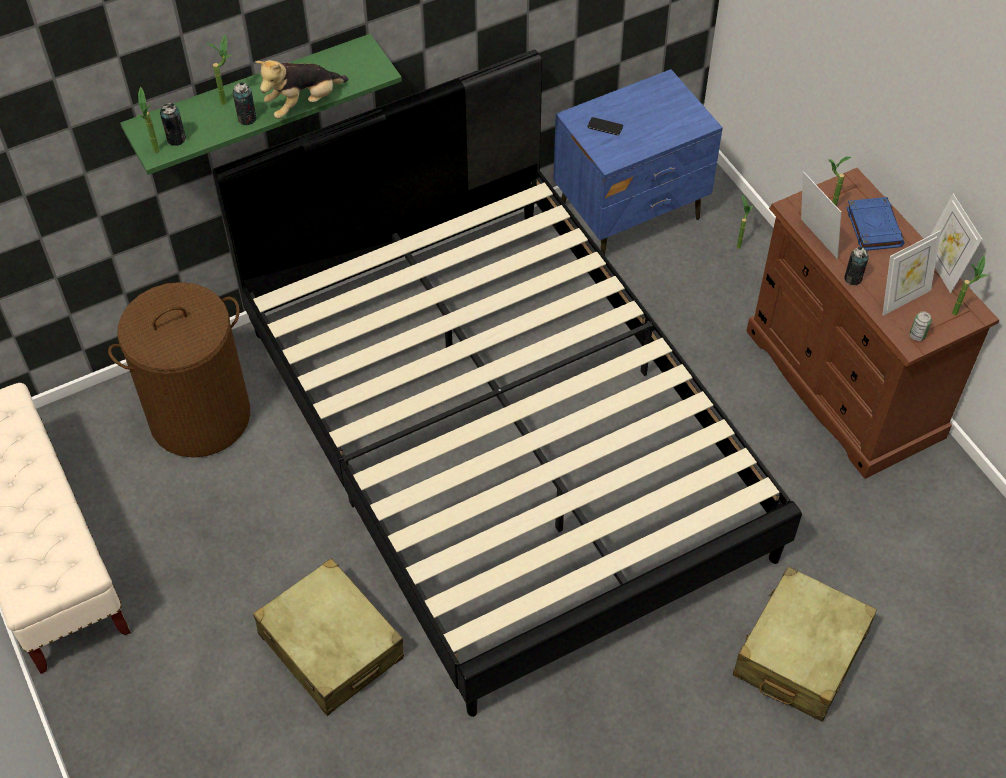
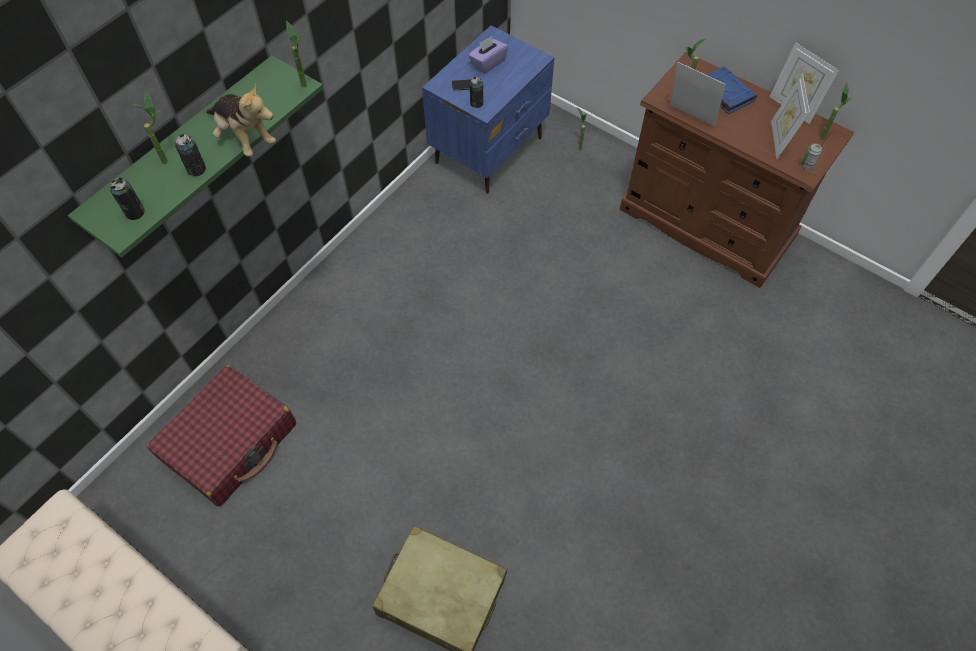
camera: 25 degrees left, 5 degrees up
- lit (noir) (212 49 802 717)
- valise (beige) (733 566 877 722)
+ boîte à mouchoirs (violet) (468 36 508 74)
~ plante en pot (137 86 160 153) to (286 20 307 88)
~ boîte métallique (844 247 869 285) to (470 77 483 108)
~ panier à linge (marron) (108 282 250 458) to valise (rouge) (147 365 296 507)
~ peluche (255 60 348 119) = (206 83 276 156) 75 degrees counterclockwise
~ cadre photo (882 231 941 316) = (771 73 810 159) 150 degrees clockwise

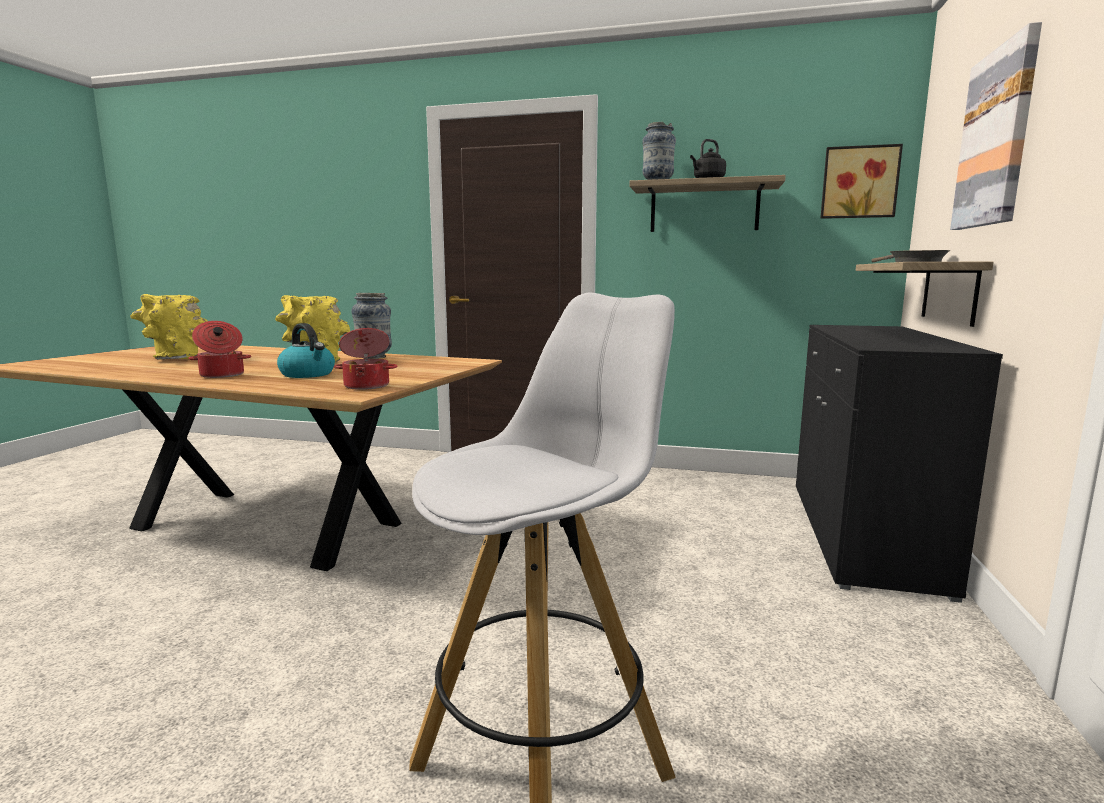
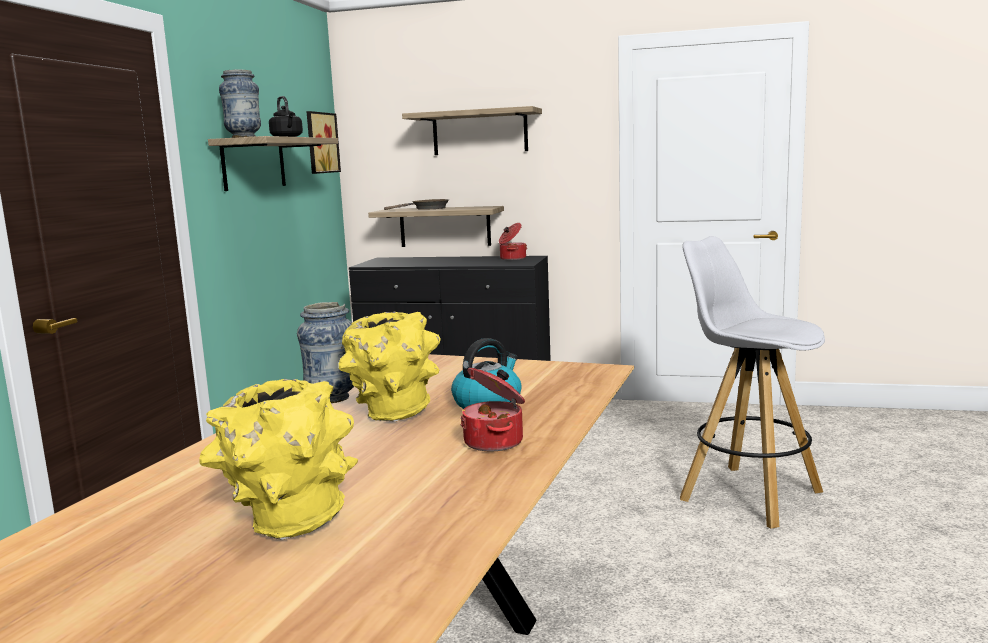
camera: 90 degrees left, 0 degrees up
~ marmite (334 328 397 390) to (499 223 527 260)
~ tableau (950 22 1042 230) to étagère (402 106 542 155)

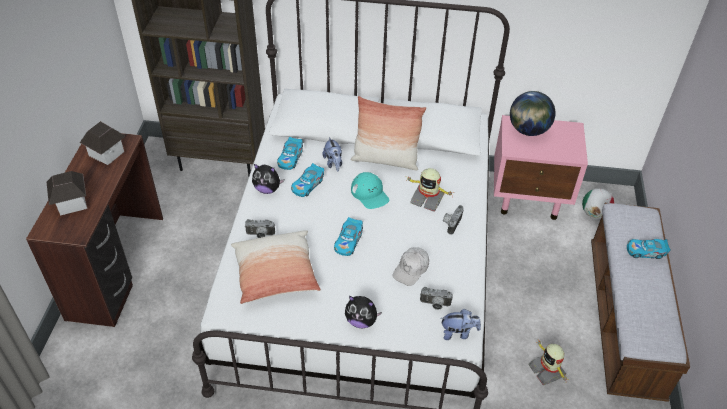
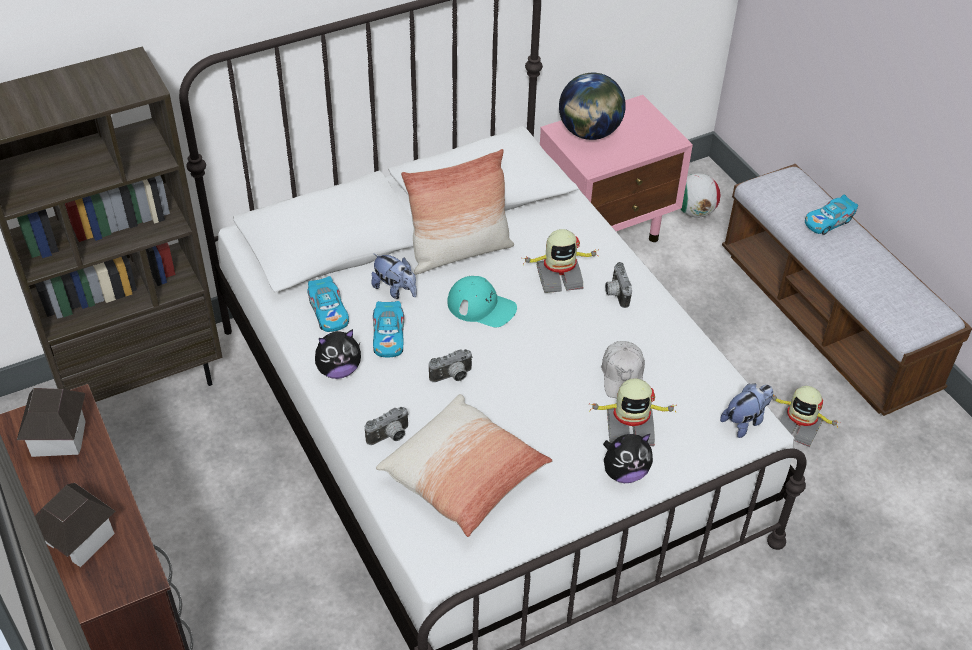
camera: 35 degrees left, 0 degrees up
- petite voiture (334 217 363 256)
+ robot jouet (589 378 676 446)
~ appareil photo (420 287 453 310) to (429 349 473 382)

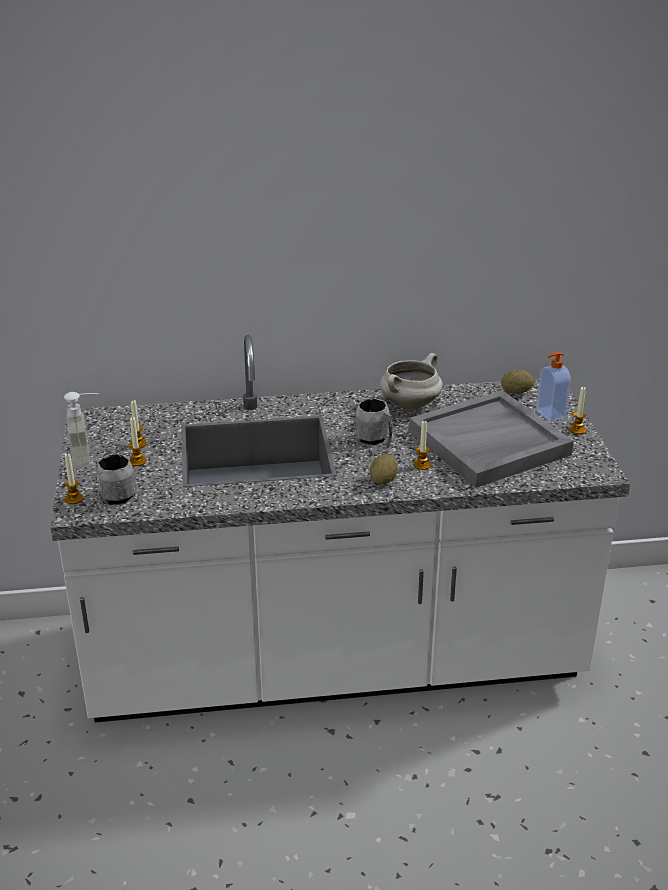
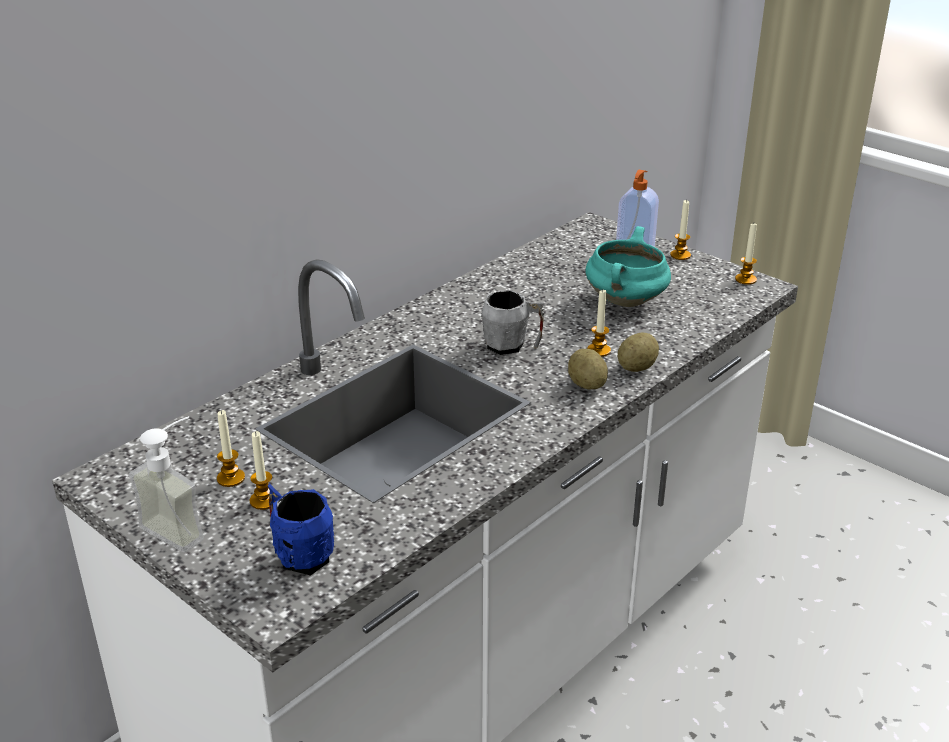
camera: 40 degrees left, 0 degrees up
- marmite (blanc) (380 353 443 410)
~ bougie (65 454 84 504) to (735 223 757 285)
~ pomme de terre (501 370 534 394) to (618 333 659 372)
~ plateau (gris) (409 390 574 488) to marmite (turquoise) (585 226 671 307)
~ mug (gris) (95 446 136 505) to mug (bleu) (268 484 334 576)

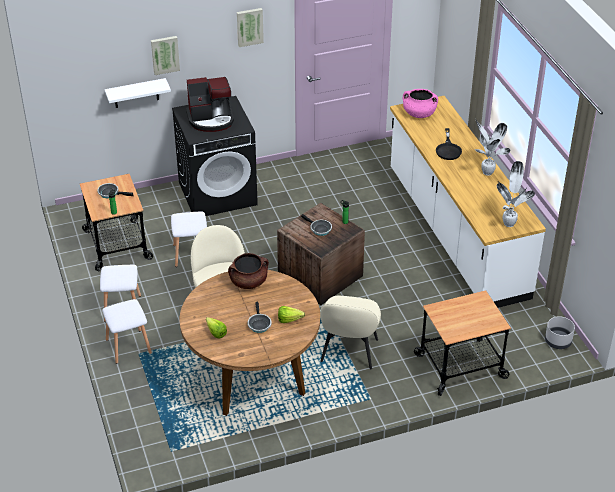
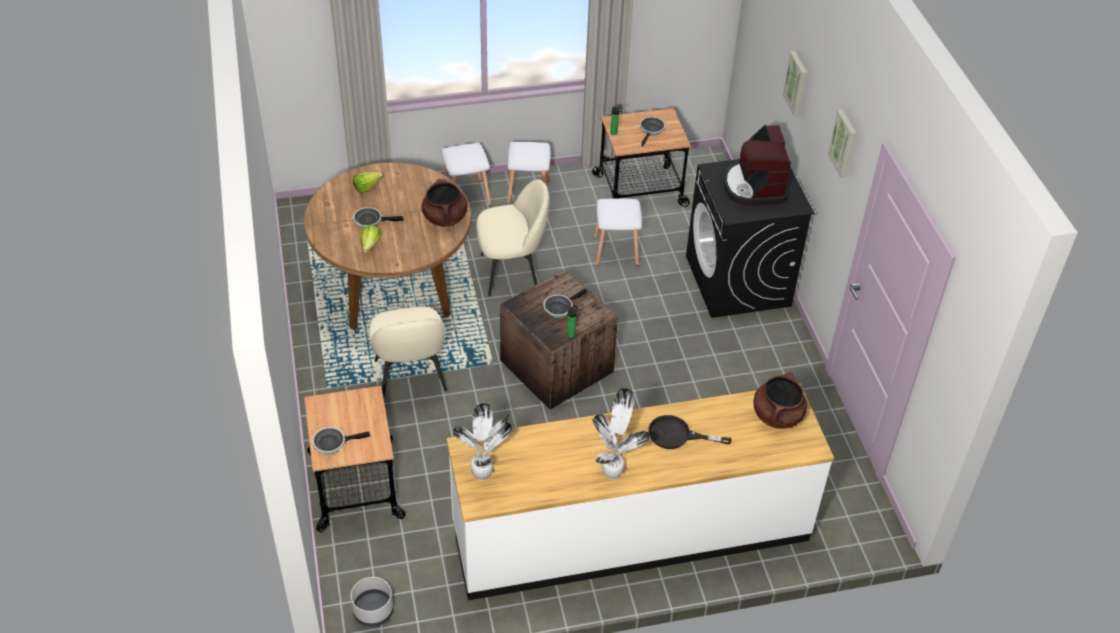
camera: 95 degrees right, 5 degrees up
- étagère (blanc) (105 78 171 108)
+ poêle (312 427 370 454)
~ marmite (rose) (403 89 438 118) to marmite (marron) (754 372 807 429)
~ chaise (beige) (320 296 381 370) = (369 306 447 398) 120 degrees counterclockwise

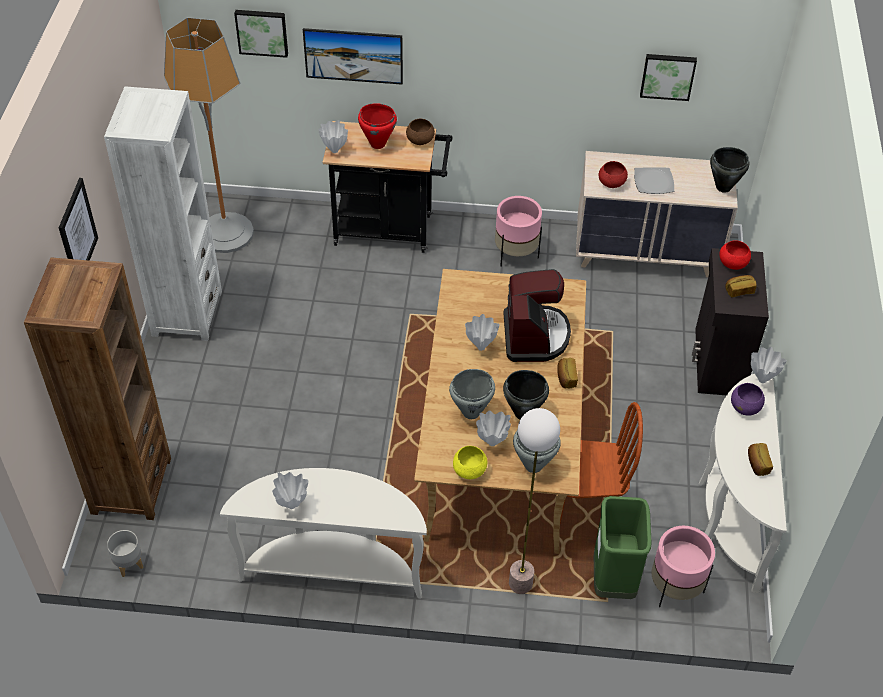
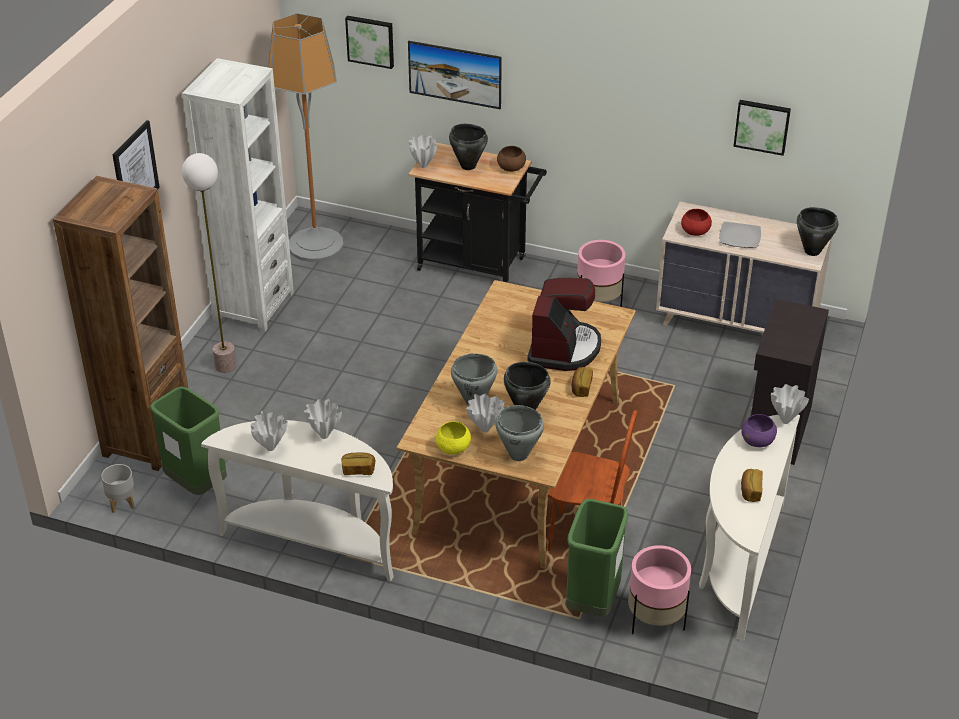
camera: 15 degrees right, 10 degrees down
- bol (rouge) (719 240 751 270)
+ poubelle (vert) (150 386 227 495)
~ vase (blanc) (465 314 500 351) to (304 399 342 439)
~ lampadaire (509 408 560 594) to (182 153 237 373)
~ pain (725 275 757 297) to (341 452 375 475)
~ marmite (rouge) (358 103 397 149) to marmite (noir) (449 124 488 170)

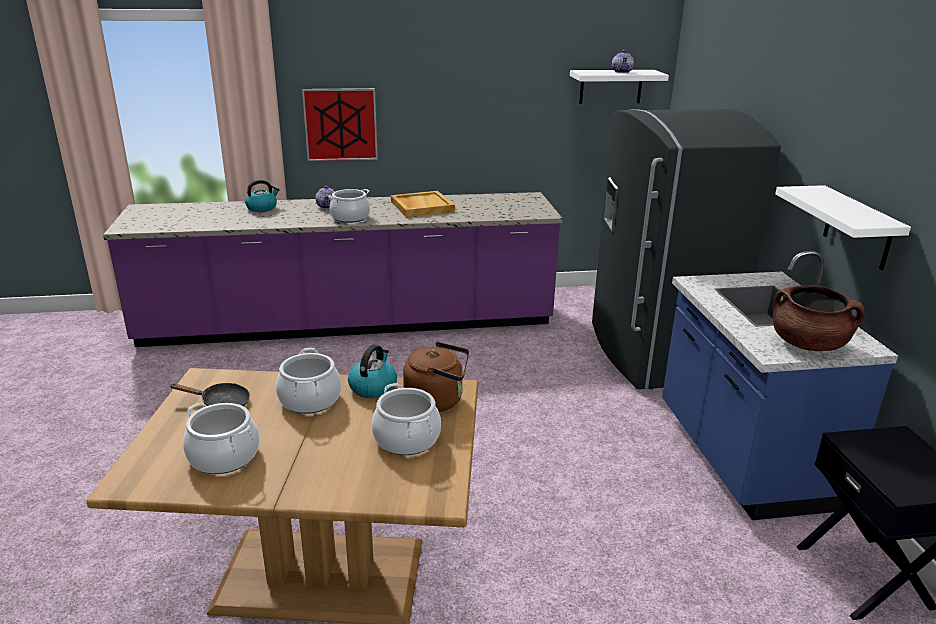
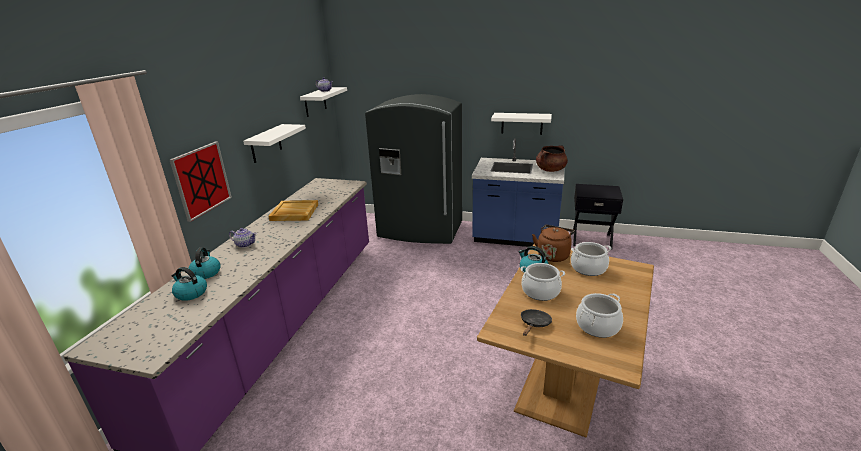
camera: 65 degrees left, 0 degrees up
- marmite (328 189 370 223)
+ bouilloire (171 267 207 301)
+ étagère (blanc) (243 124 306 163)

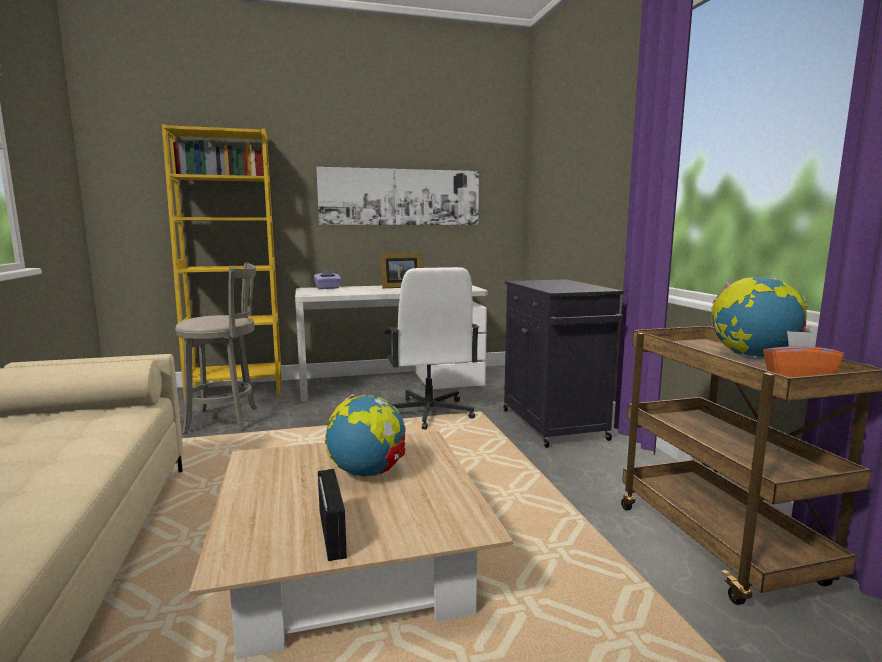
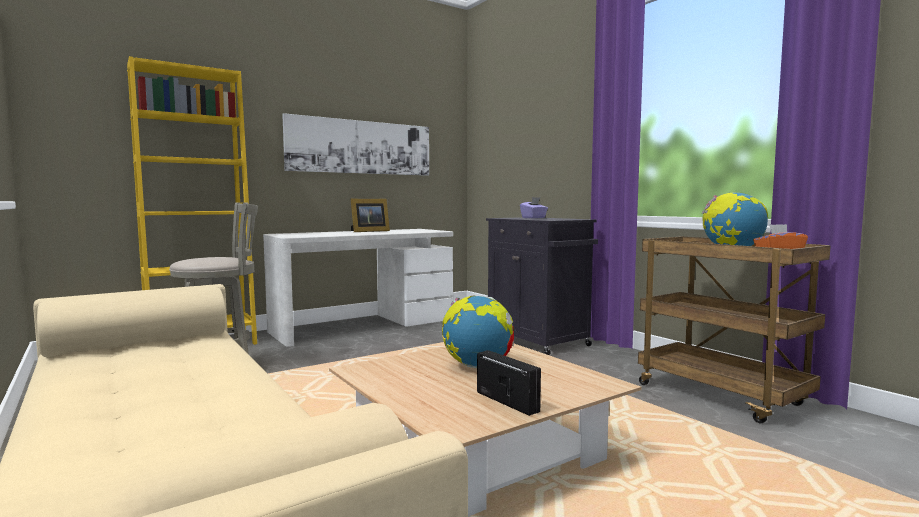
camera: 20 degrees left, 5 degrees down
- chaise de bureau (blanc) (384 267 479 430)
~ boîte à mouchoirs (violet) (314 269 341 289) to (520 197 548 218)

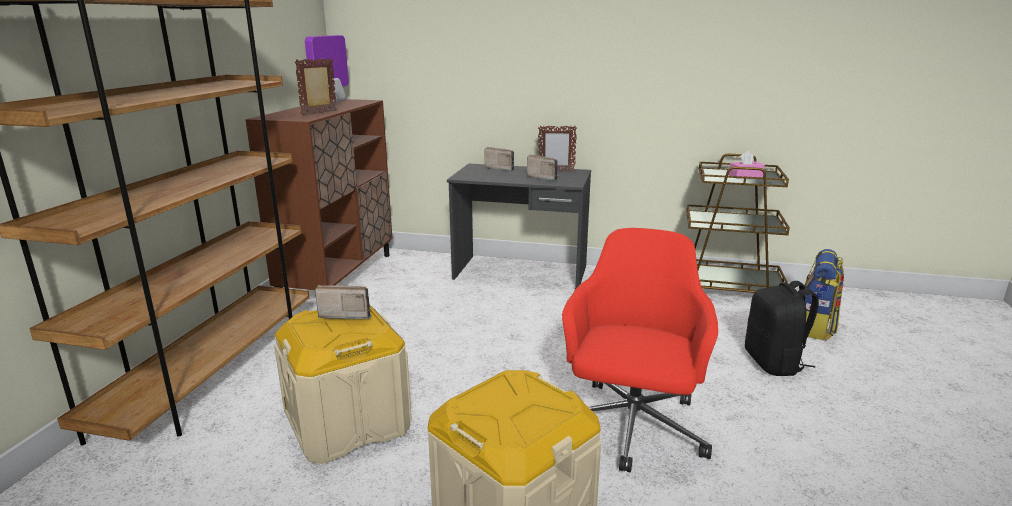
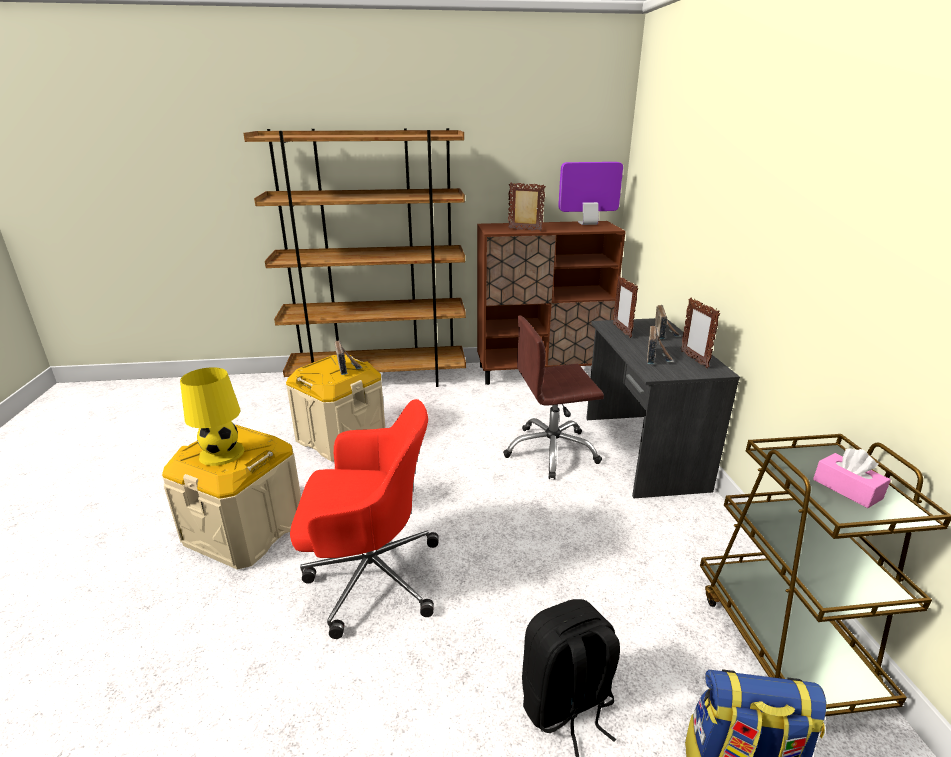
camera: 70 degrees right, 5 degrees up
+ lampe de table (jaune) (180 367 244 466)
+ chaise de bureau (marron) (503 316 604 480)
+ cadre photo (613 276 638 338)

